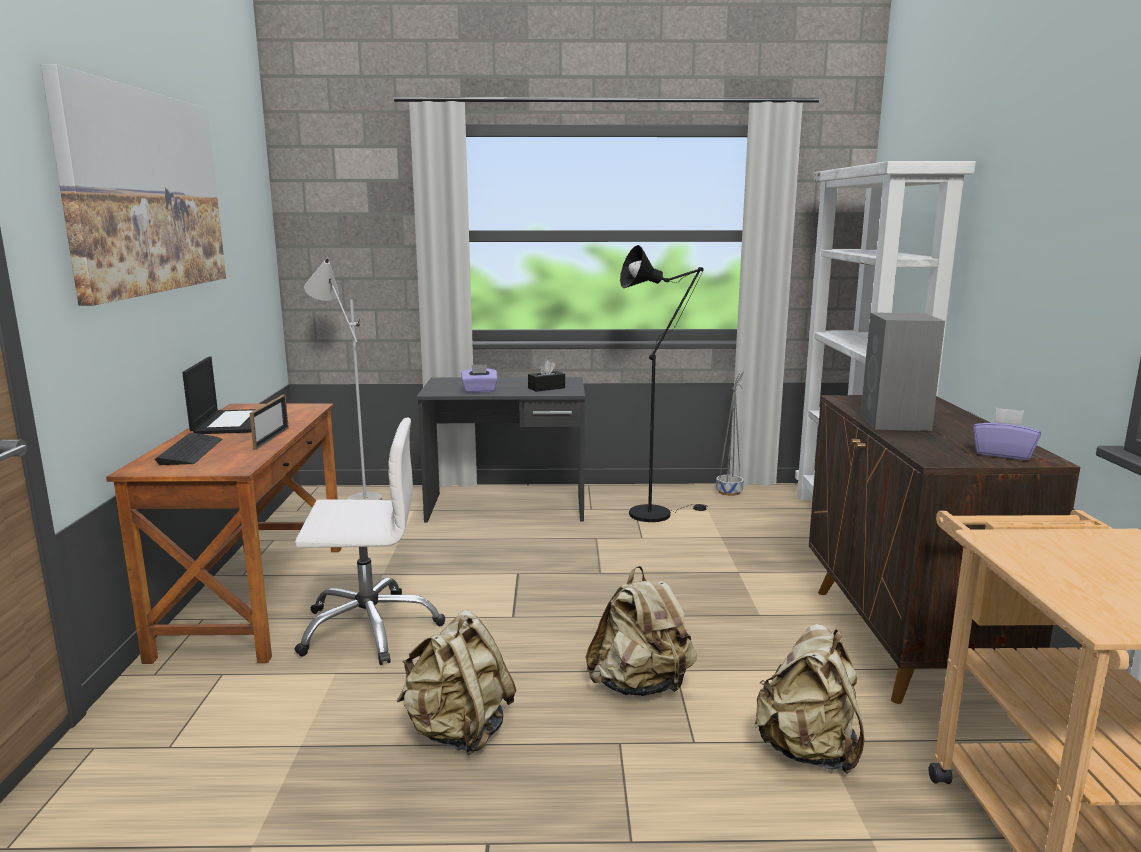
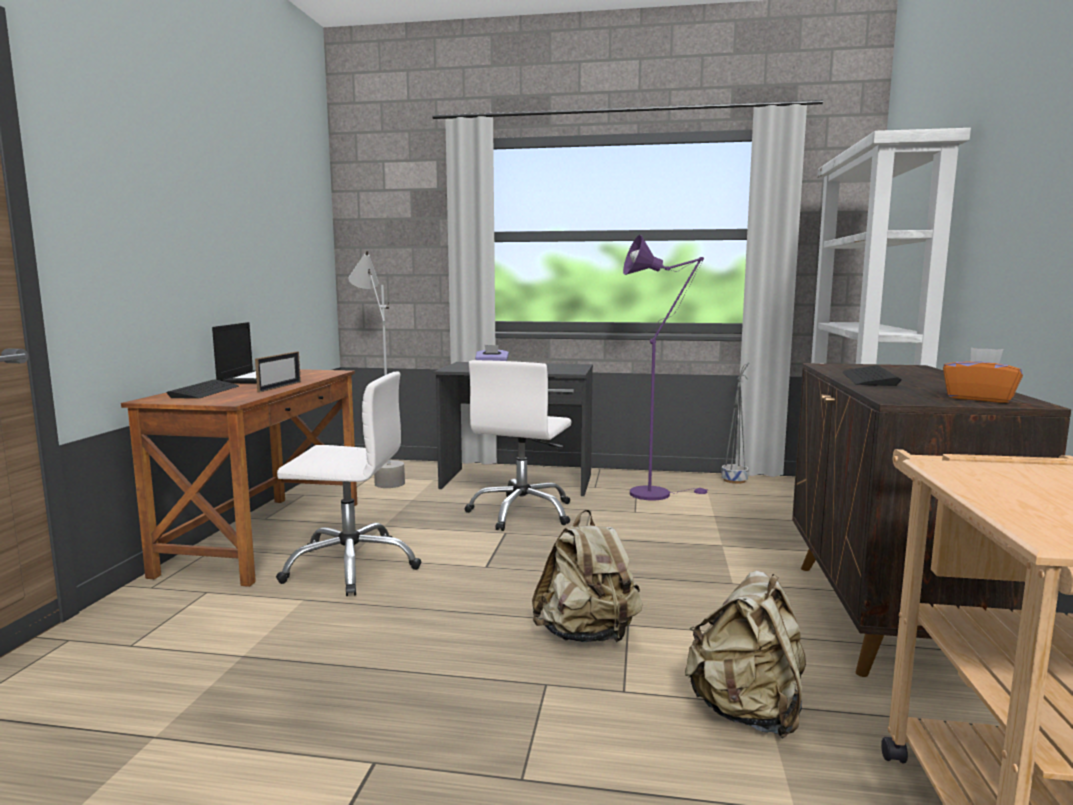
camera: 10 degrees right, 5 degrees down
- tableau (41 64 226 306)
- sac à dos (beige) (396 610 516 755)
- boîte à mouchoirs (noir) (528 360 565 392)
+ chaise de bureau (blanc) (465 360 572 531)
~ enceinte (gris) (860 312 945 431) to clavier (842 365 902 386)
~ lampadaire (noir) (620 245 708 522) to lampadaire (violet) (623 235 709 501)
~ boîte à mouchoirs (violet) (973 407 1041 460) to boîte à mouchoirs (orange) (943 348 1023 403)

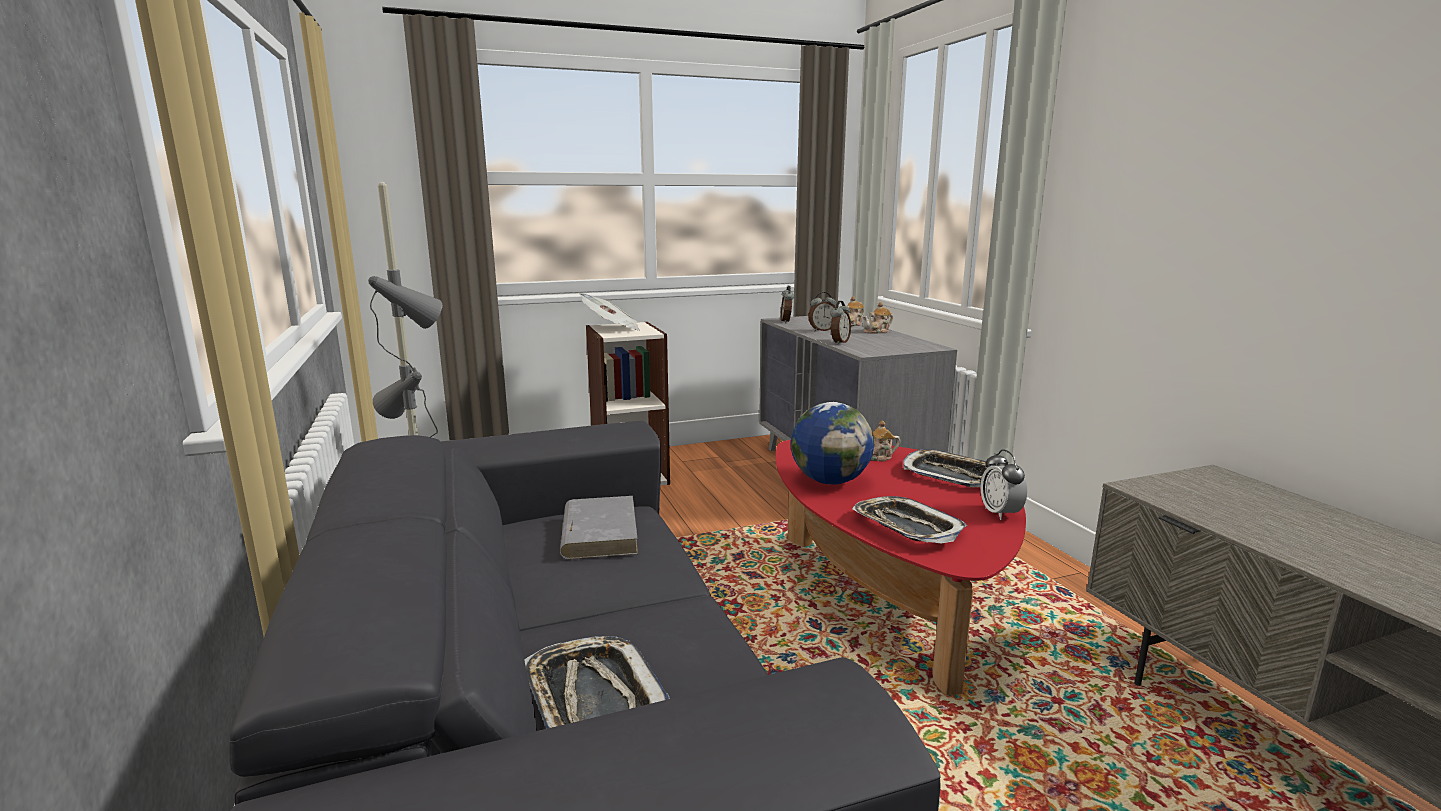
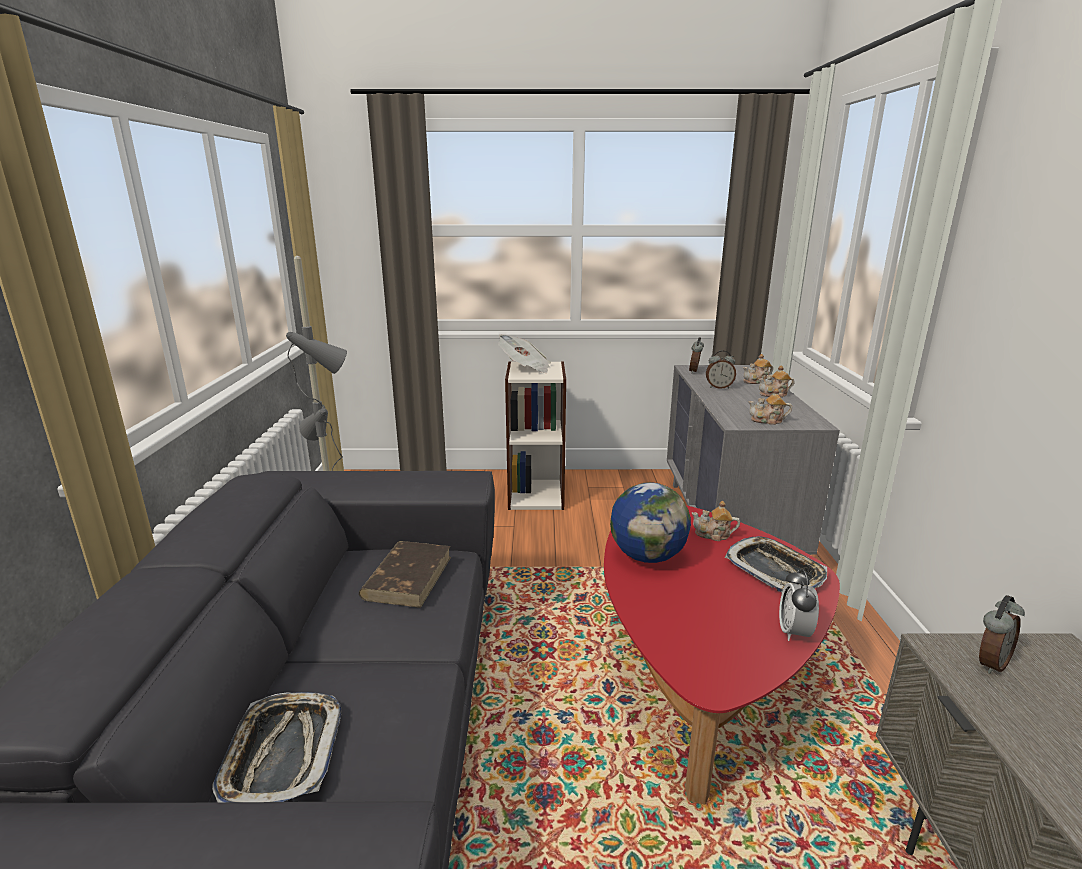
camera: 20 degrees right, 5 degrees up
- plateau (852 496 967 544)
+ théière (748 388 792 425)
~ réveil (831 301 851 344) to (979 595 1025 674)
~ livre (gris) (560 496 638 559) to livre (marron) (359 541 451 608)

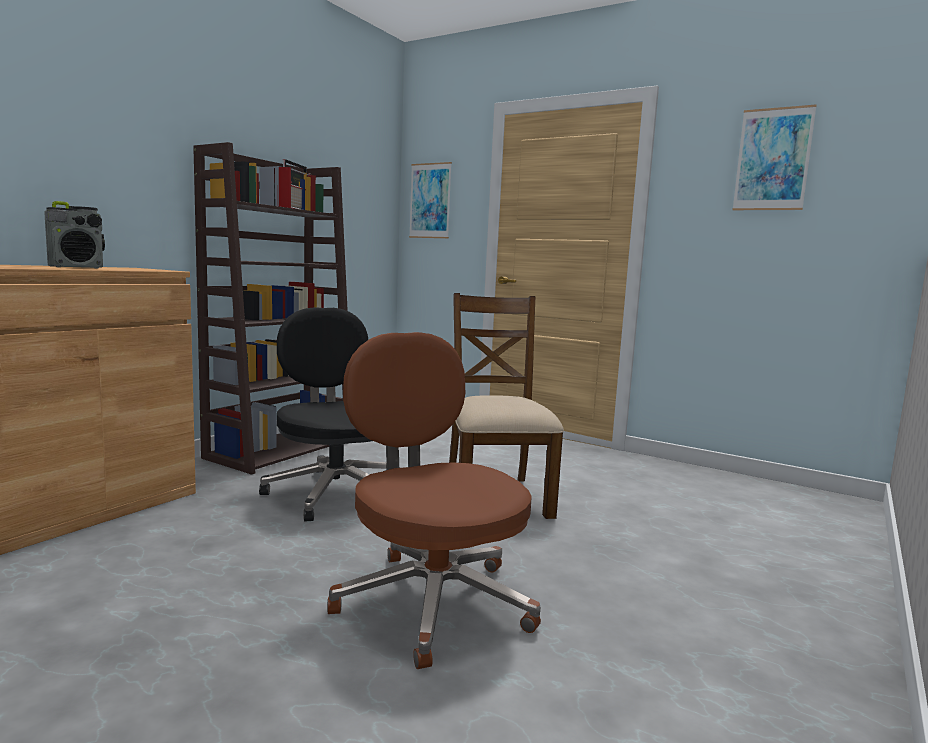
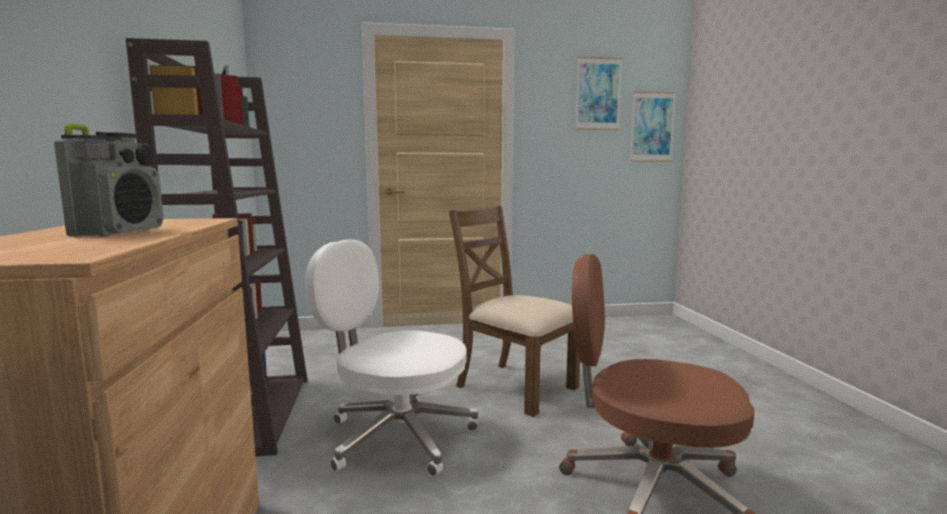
camera: 40 degrees left, 0 degrees up
~ tableau (409 162 452 239) to (630 91 676 162)
~ chaise de bureau (noir) (259 307 387 522) to chaise de bureau (blanc) (305 240 478 477)

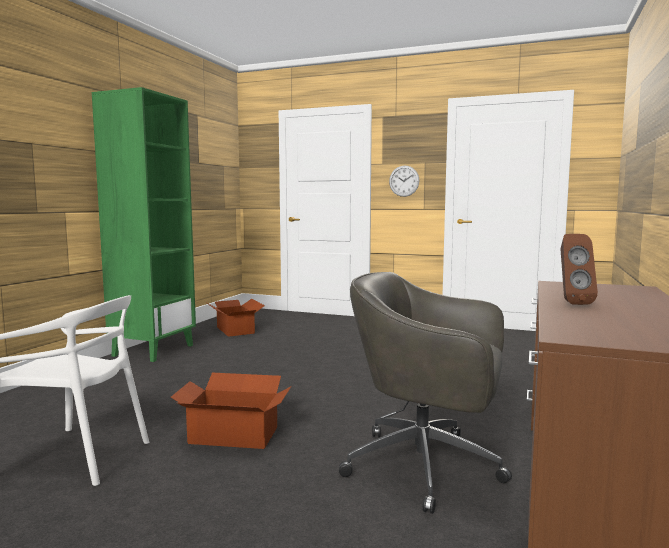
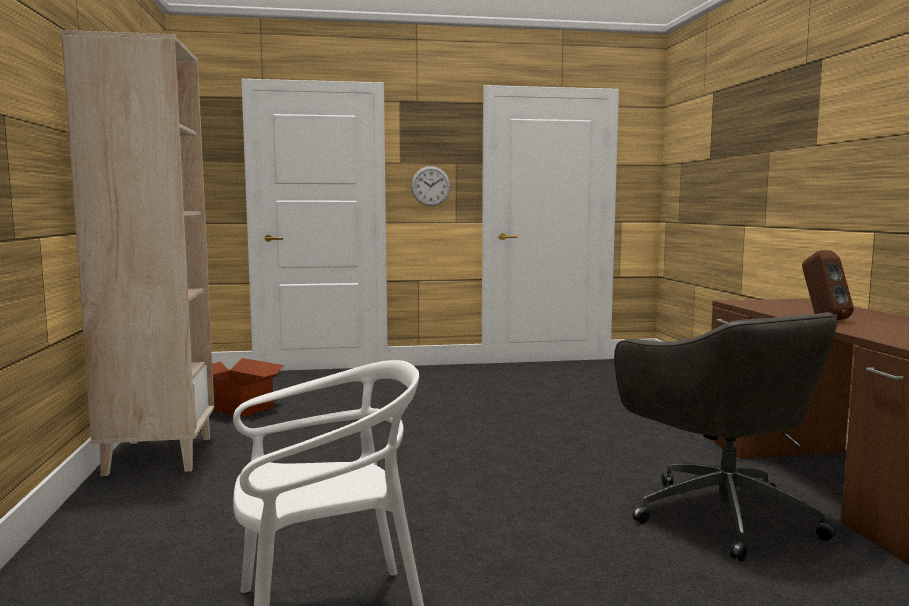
camera: 30 degrees left, 0 degrees up
- carton (171 373 291 449)
~ bibliothèque (vert) (92 87 196 362) to bibliothèque (beige) (61 30 214 476)
~ chaise de bureau (gris) (339 272 512 514) = (614 312 838 562) 105 degrees counterclockwise

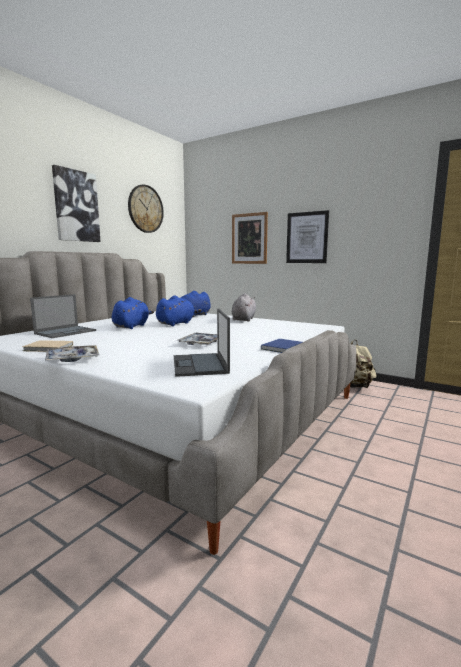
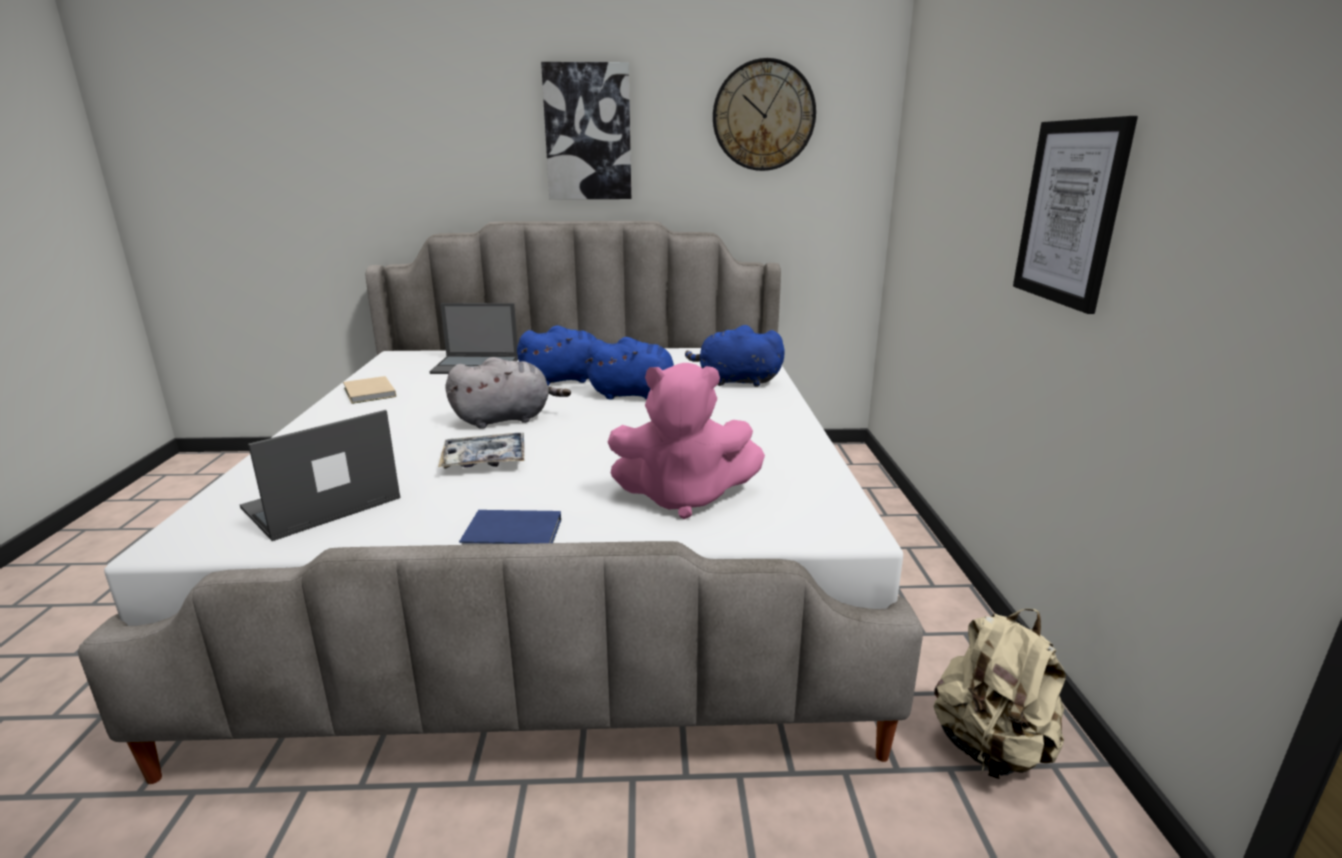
camera: 55 degrees right, 10 degrees up
- plateau (45 345 99 362)
- tableau (232 212 268 264)
+ peluche (rose) (608 363 765 519)
~ peluche (gris) (232 293 256 322) to (445 357 571 429)

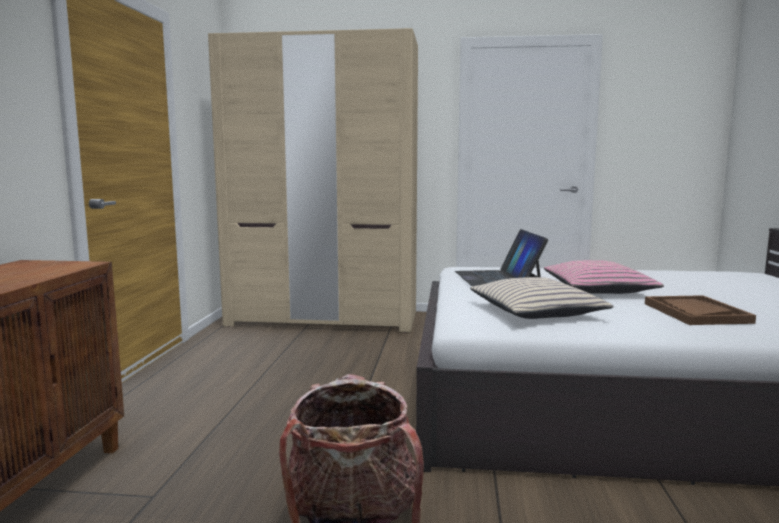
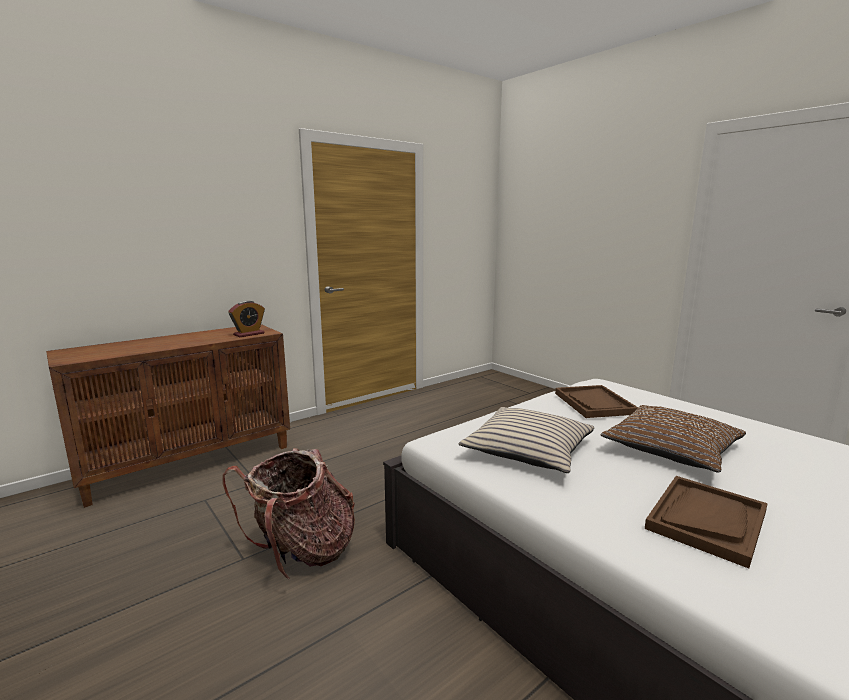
camera: 45 degrees right, 5 degrees up
- armoire (beige) (208 28 418 333)
+ réveil (228 300 265 337)
~ ordinateur portable (455 229 548 286) to plateau (marron) (555 385 638 418)
~ coussin (rose) (544 260 664 294) to coussin (marron) (600 405 746 473)

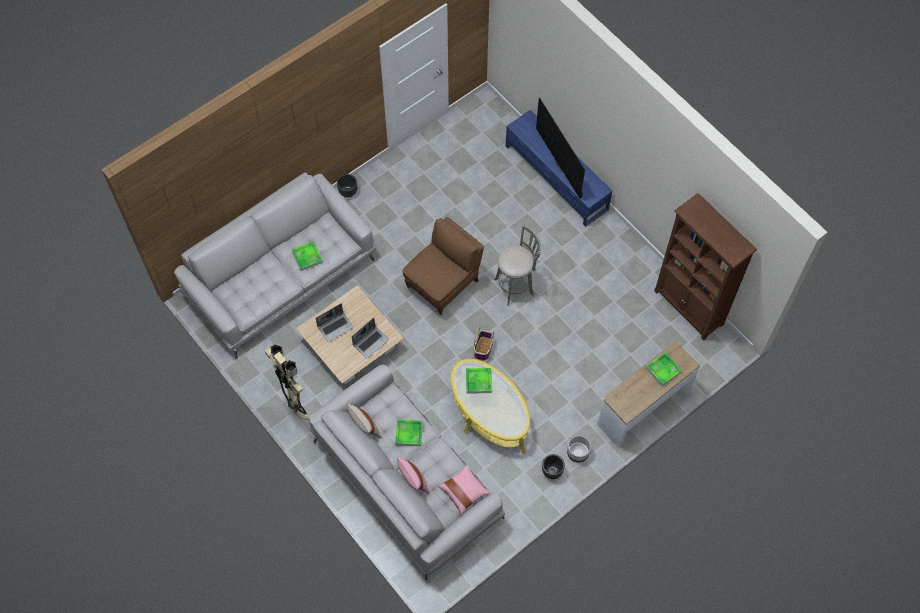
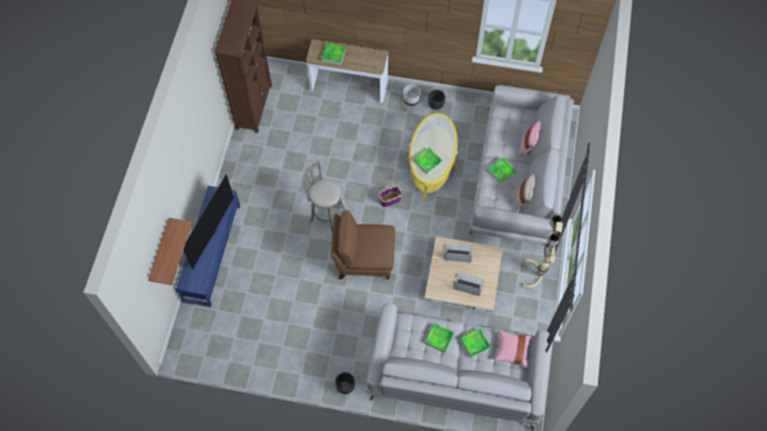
camera: 130 degrees left, 0 degrees up
+ étagère (148 218 192 285)
+ plateau (460 328 492 358)
~ coussin (rose) (438 465 490 515) to (495 330 532 367)

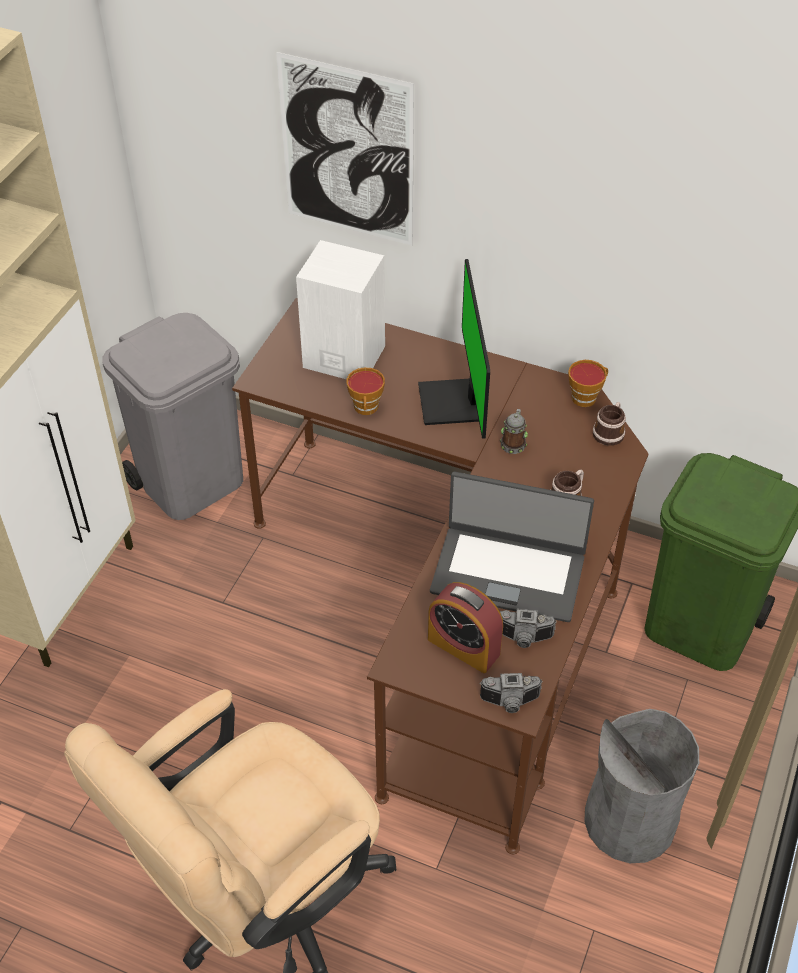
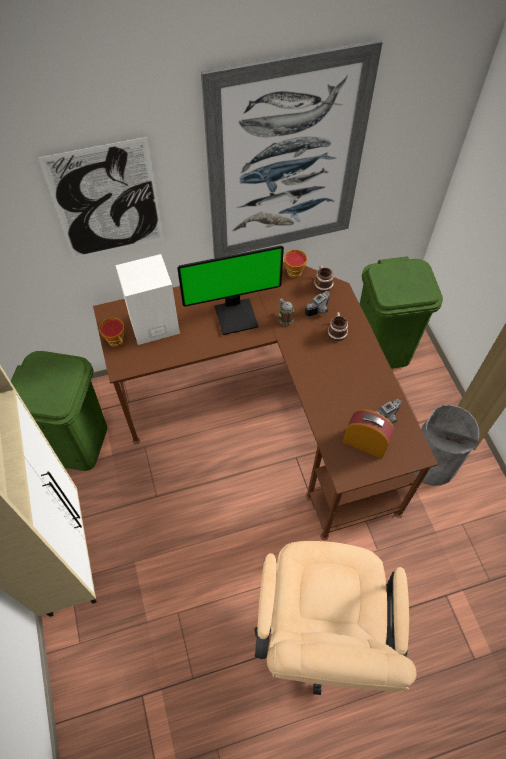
camera: 40 degrees left, 10 degrees up
- ordinateur portable (430 472 594 622)
+ tableau (201 39 383 258)
~ tasse (347 367 385 415) to (99 317 125 347)
~ appareil photo (480 673 543 713) to (305 291 330 317)
~ poubelle (gris) (102 313 243 520) to poubelle (vert) (11 351 107 471)
~ écran d'ordinateur (418 259 490 439) = (177 245 284 335) 60 degrees counterclockwise
~ réveil (428 582 503 673) = (343 410 394 459) 150 degrees counterclockwise

